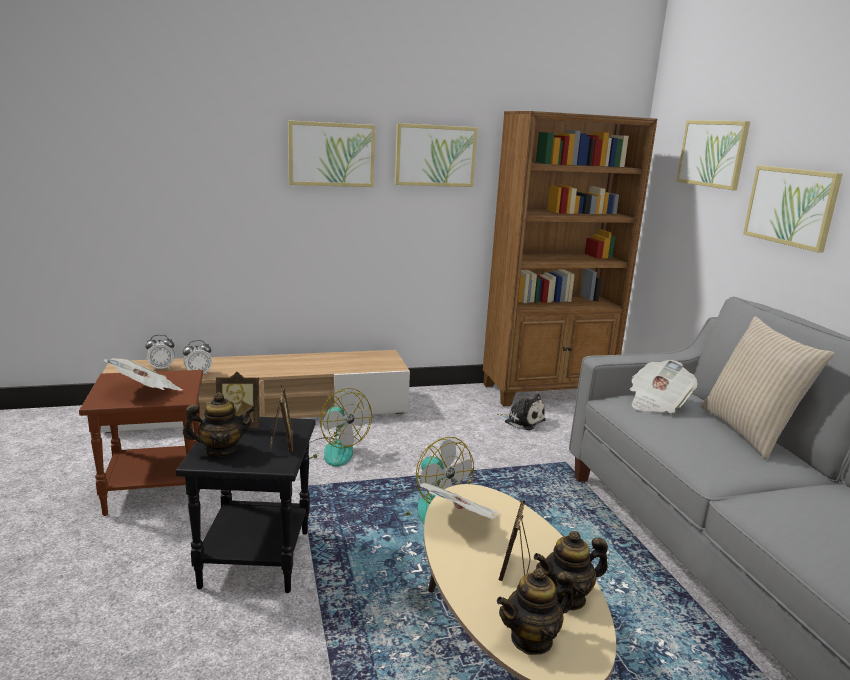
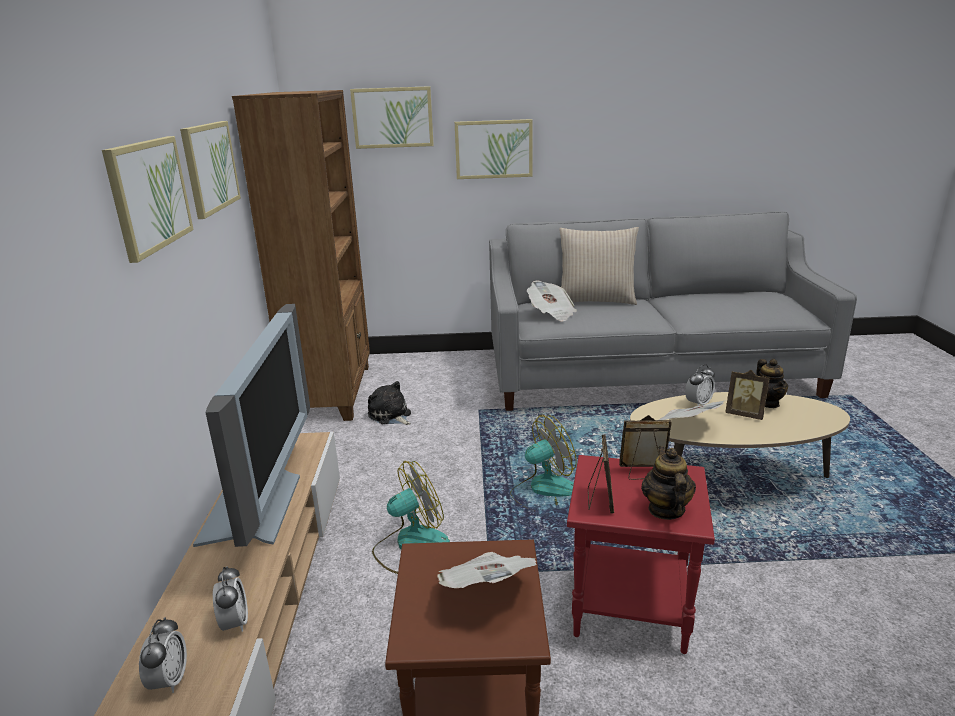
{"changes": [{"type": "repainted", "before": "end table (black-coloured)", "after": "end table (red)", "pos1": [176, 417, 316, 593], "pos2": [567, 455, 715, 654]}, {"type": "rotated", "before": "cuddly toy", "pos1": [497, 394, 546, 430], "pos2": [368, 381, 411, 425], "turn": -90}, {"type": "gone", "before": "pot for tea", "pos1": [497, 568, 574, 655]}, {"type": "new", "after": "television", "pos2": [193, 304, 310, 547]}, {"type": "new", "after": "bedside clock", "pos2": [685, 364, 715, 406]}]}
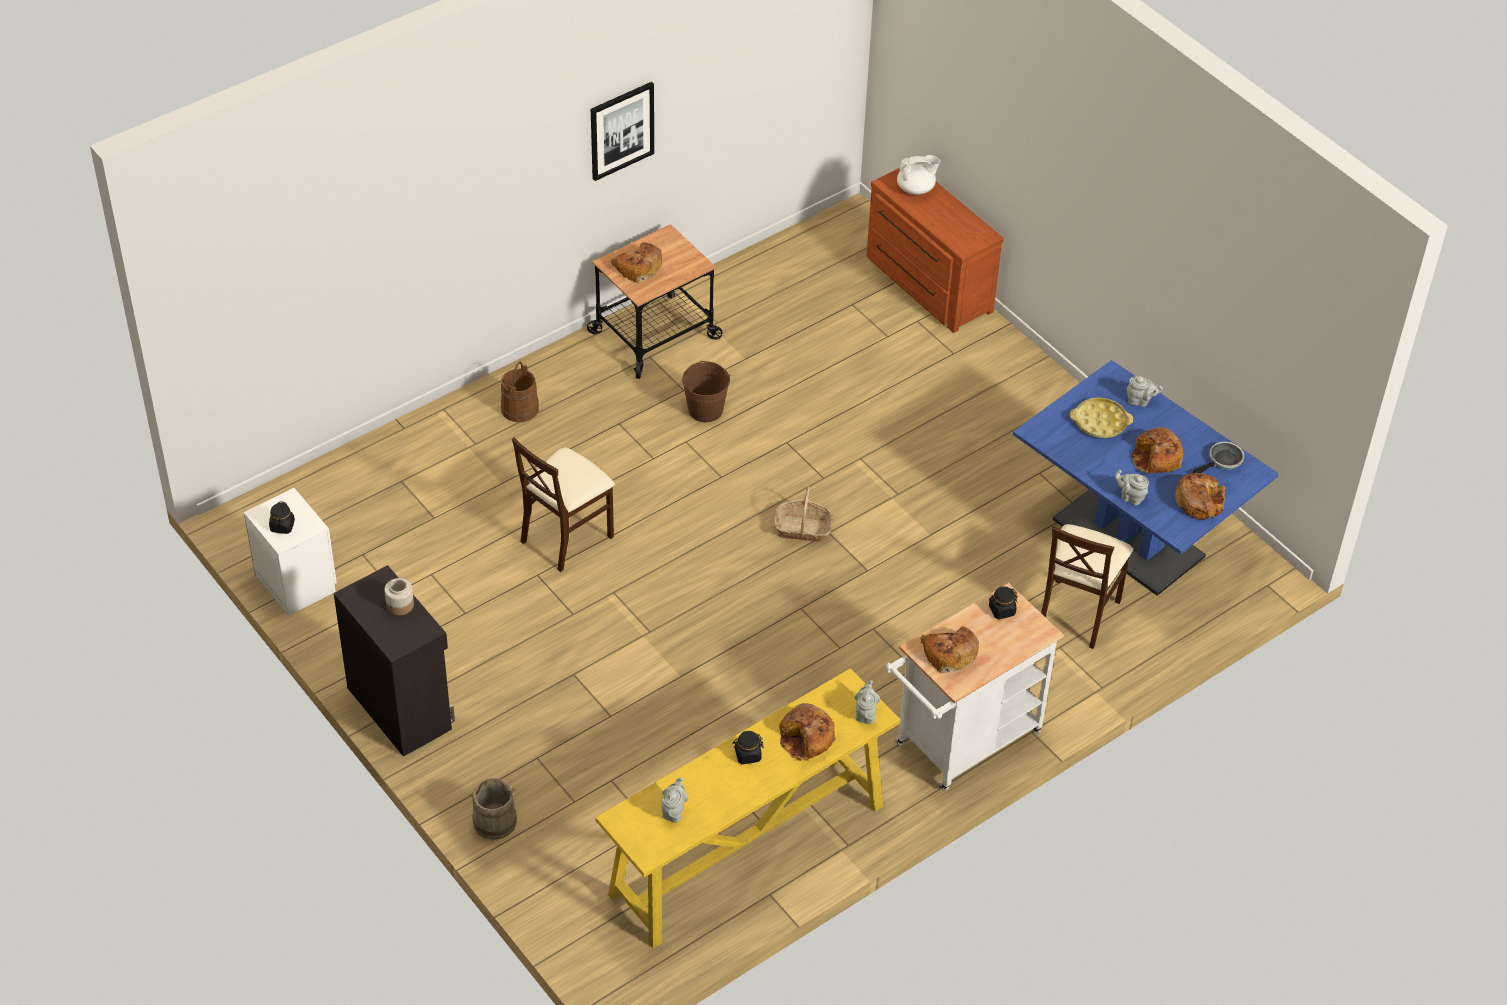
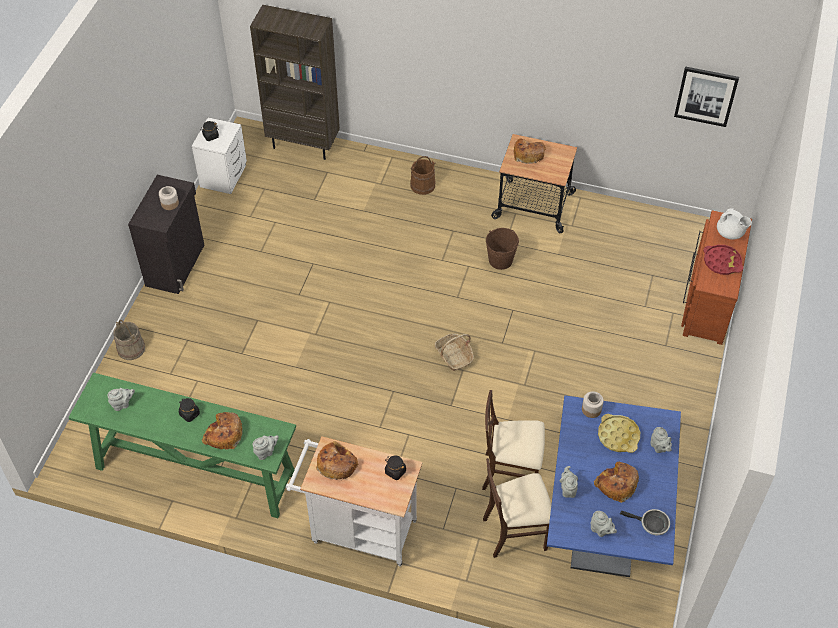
{"changes": [{"type": "shifted", "before": "chair (sand-coloured)", "pos1": [512, 437, 615, 572], "pos2": [482, 390, 545, 490]}, {"type": "shifted", "before": "wall art", "pos1": [591, 82, 654, 181], "pos2": [674, 66, 739, 127]}, {"type": "repainted", "before": "hall table (yellow-coloured)", "after": "hall table (green-coloured)", "pos1": [595, 668, 901, 948], "pos2": [68, 373, 296, 518]}, {"type": "swapped", "before": "baked bread", "after": "pot for tea (grey)", "pos1": [1175, 473, 1226, 519], "pos2": [591, 511, 617, 537]}, {"type": "new", "after": "bookcase (brownish)", "pos2": [250, 5, 340, 160]}, {"type": "new", "after": "jar", "pos2": [582, 391, 604, 418]}, {"type": "new", "after": "carrying tray (red)", "pos2": [703, 245, 743, 275]}]}
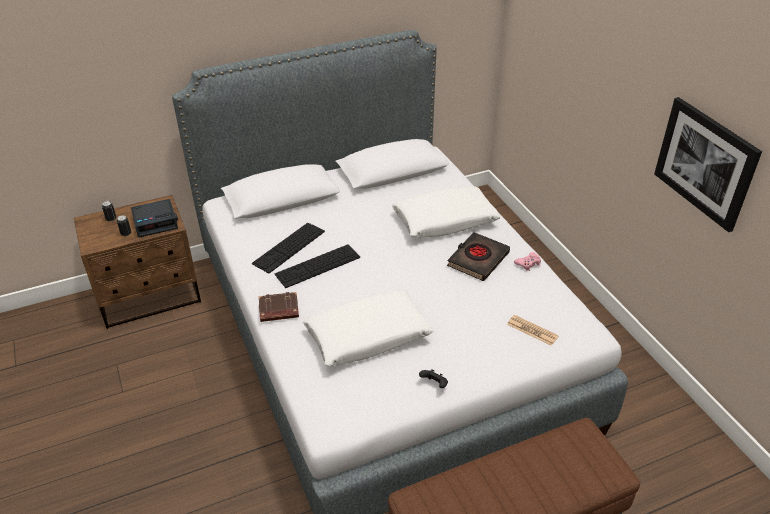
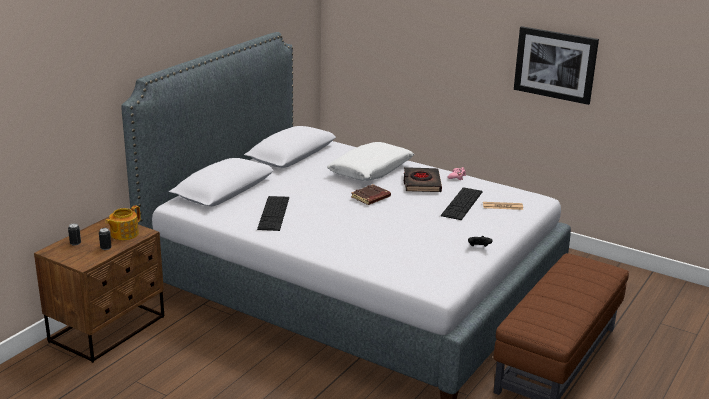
{"changes": [{"type": "swapped", "before": "bedside clock", "after": "pot for tea", "pos1": [131, 199, 178, 237], "pos2": [105, 205, 141, 240]}, {"type": "shifted", "before": "book (brownish)", "pos1": [258, 292, 299, 322], "pos2": [351, 184, 391, 205]}, {"type": "shifted", "before": "keyboard", "pos1": [275, 244, 360, 288], "pos2": [441, 187, 483, 220]}, {"type": "gone", "before": "cushion (white)", "pos1": [303, 290, 434, 366]}]}
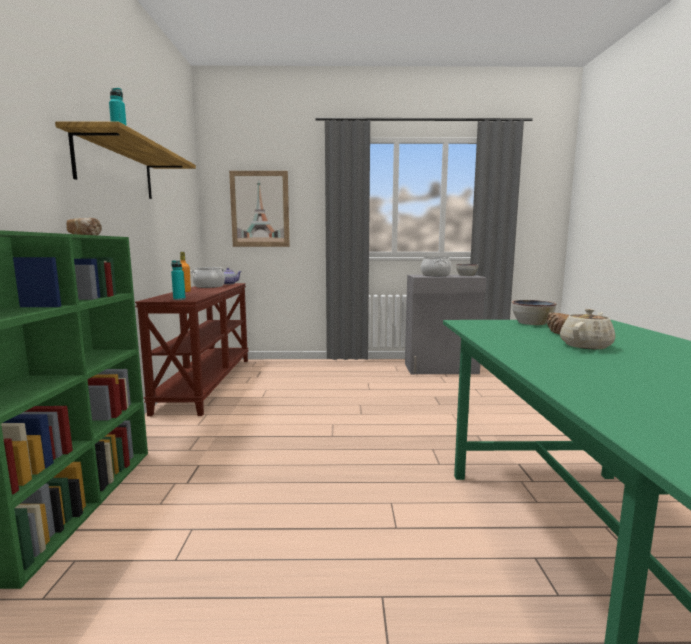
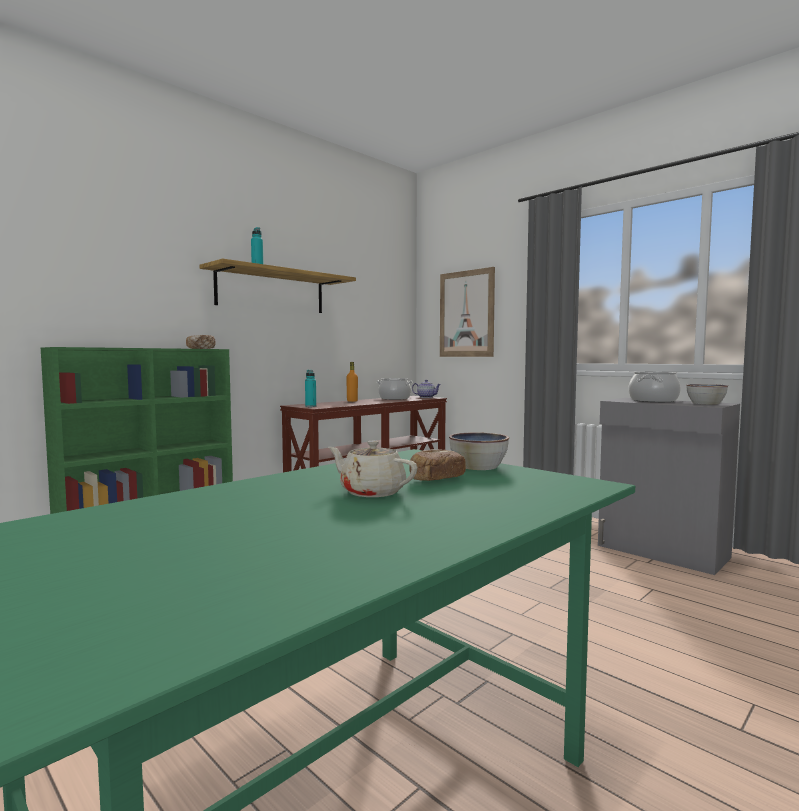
{"changes": [{"type": "rotated", "before": "pot for tea (sand-coloured)", "pos1": [560, 309, 615, 349], "pos2": [328, 441, 418, 497], "turn": -150}]}
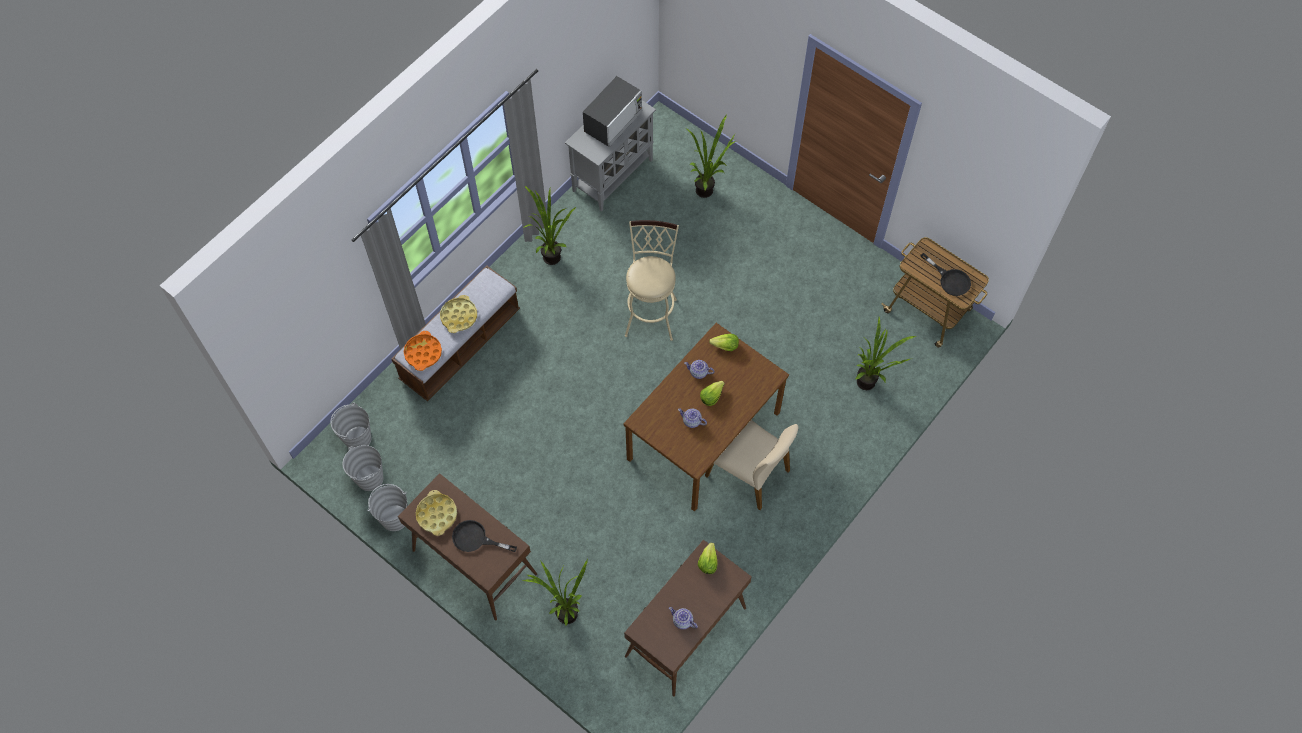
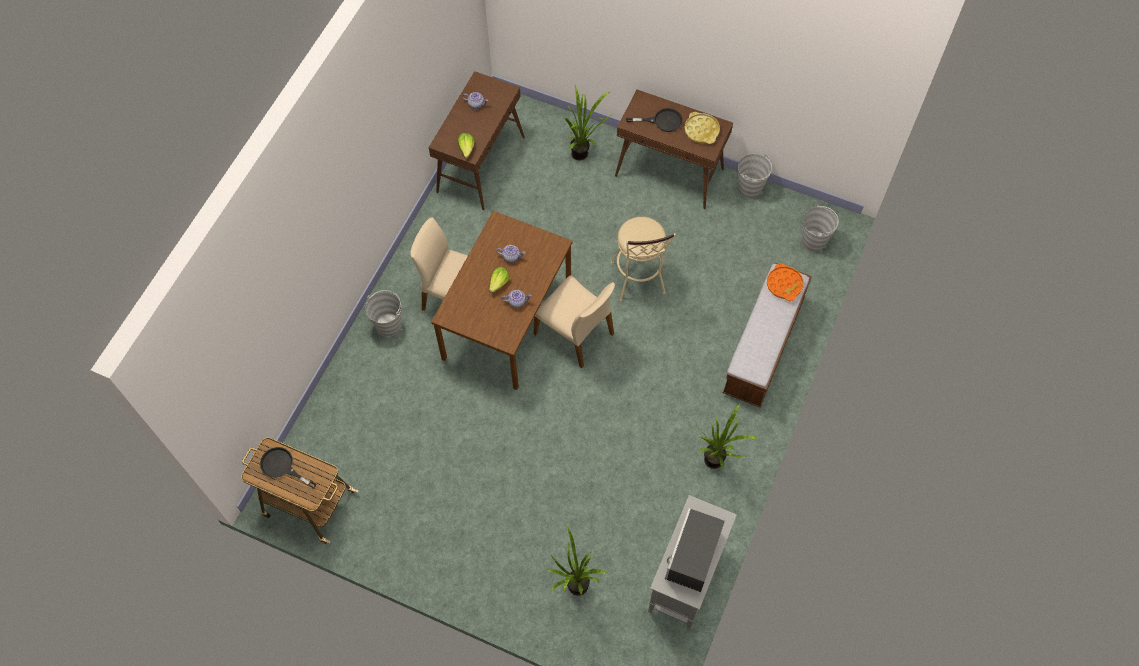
{"changes": [{"type": "shifted", "before": "water bucket (grey)", "pos1": [343, 445, 383, 491], "pos2": [366, 290, 401, 337]}, {"type": "gone", "before": "carrying tray (yellow-coloured)", "pos1": [440, 295, 477, 333]}, {"type": "shifted", "before": "sitting stool (sand-coloured)", "pos1": [625, 220, 679, 341], "pos2": [611, 217, 676, 301]}, {"type": "gone", "before": "lettuce head", "pos1": [709, 334, 739, 351]}, {"type": "gone", "before": "plant in a pot", "pos1": [855, 317, 916, 390]}, {"type": "new", "after": "chair (sand-coloured)", "pos2": [534, 275, 615, 368]}]}
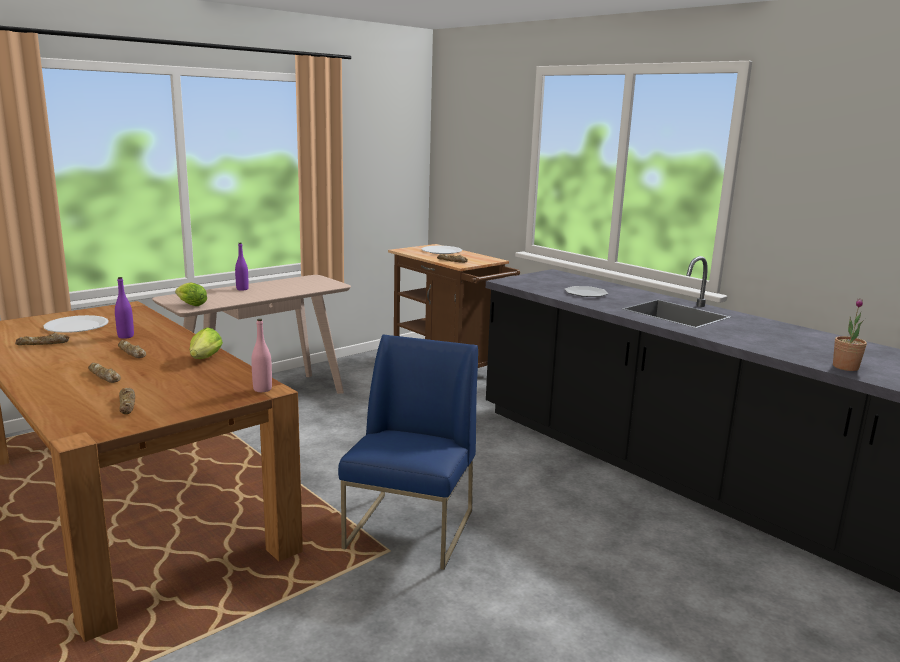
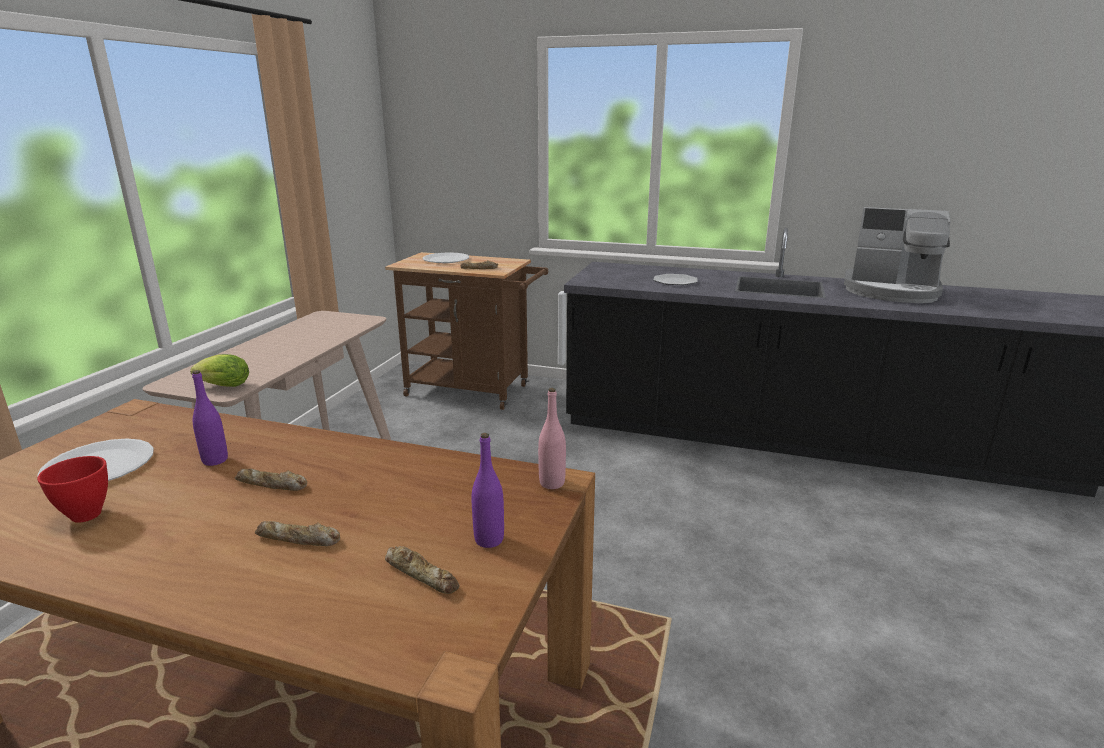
{"changes": [{"type": "swapped", "before": "baked bread", "after": "serving bowl (red)", "pos1": [15, 332, 69, 345], "pos2": [37, 456, 108, 523]}, {"type": "gone", "before": "lettuce head", "pos1": [190, 327, 223, 359]}, {"type": "shifted", "before": "beverage bottle (purple)", "pos1": [235, 243, 249, 291], "pos2": [472, 433, 504, 548]}, {"type": "gone", "before": "chair (blue)", "pos1": [338, 335, 478, 570]}, {"type": "gone", "before": "plant in a pot", "pos1": [833, 298, 867, 371]}, {"type": "new", "after": "coffee maker", "pos2": [844, 207, 950, 303]}]}
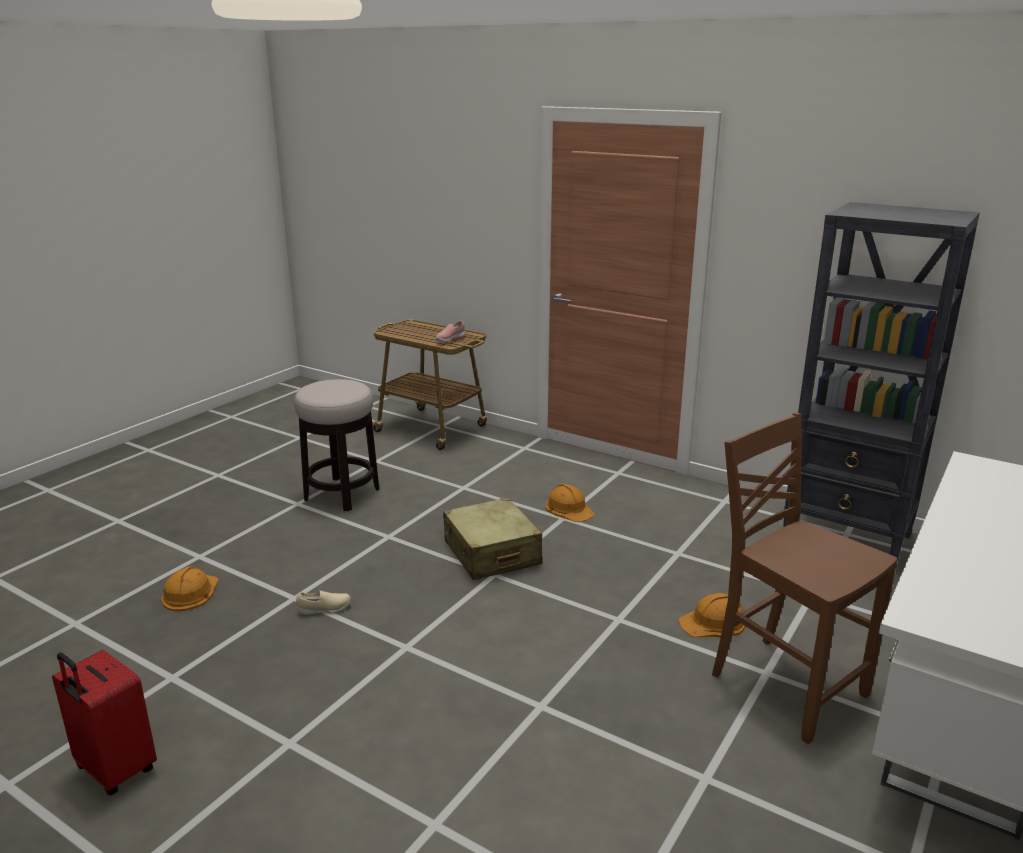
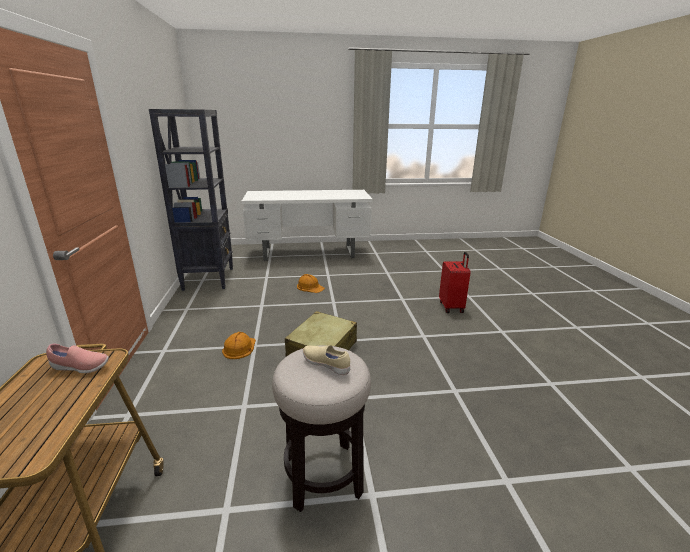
{"changes": [{"type": "shifted", "before": "travel case (red)", "pos1": [52, 650, 157, 795], "pos2": [439, 252, 471, 313]}, {"type": "gone", "before": "work helmet (orangey)", "pos1": [161, 566, 218, 611]}, {"type": "shifted", "before": "low shoe (sand-coloured)", "pos1": [296, 590, 351, 615], "pos2": [303, 345, 350, 375]}, {"type": "gone", "before": "chair (brownish)", "pos1": [712, 413, 897, 744]}]}
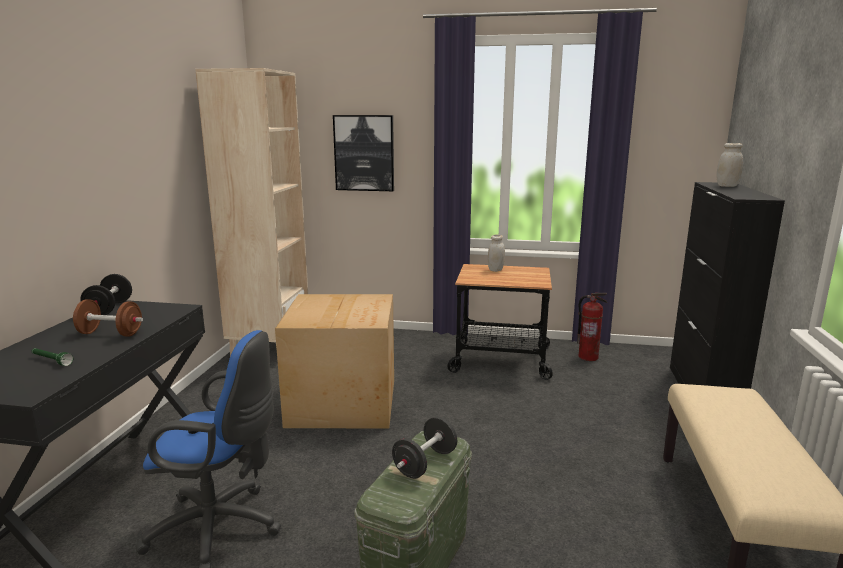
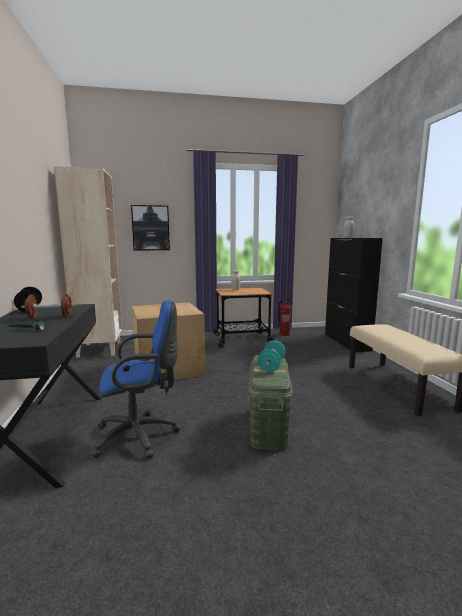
{"changes": [{"type": "repainted", "before": "free weight (black-coloured)", "after": "free weight (blue-green)", "pos1": [392, 416, 457, 479], "pos2": [258, 340, 285, 372]}]}
